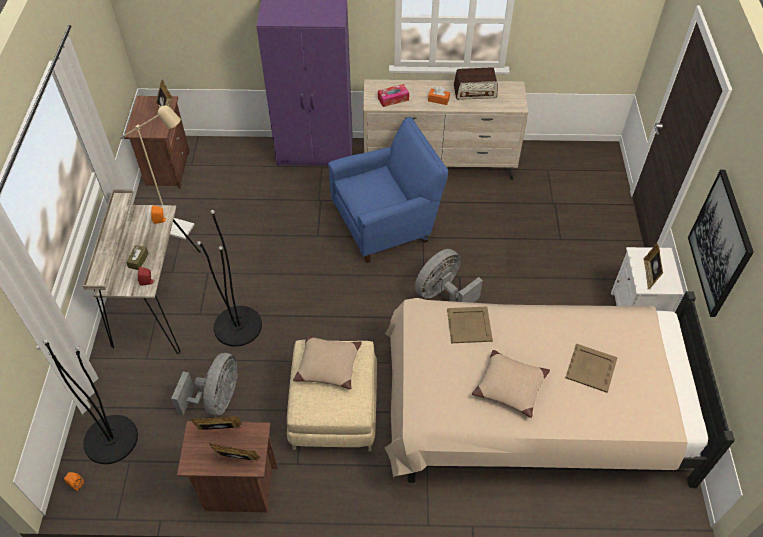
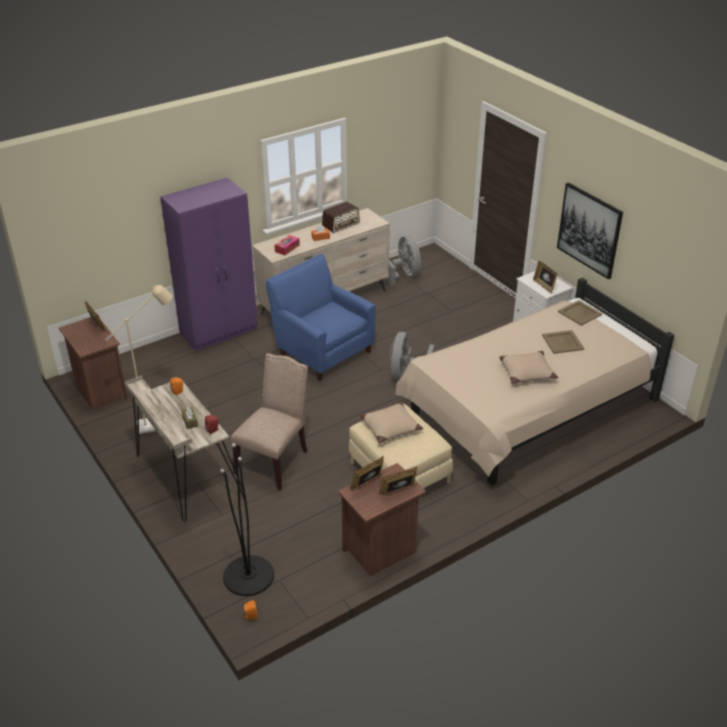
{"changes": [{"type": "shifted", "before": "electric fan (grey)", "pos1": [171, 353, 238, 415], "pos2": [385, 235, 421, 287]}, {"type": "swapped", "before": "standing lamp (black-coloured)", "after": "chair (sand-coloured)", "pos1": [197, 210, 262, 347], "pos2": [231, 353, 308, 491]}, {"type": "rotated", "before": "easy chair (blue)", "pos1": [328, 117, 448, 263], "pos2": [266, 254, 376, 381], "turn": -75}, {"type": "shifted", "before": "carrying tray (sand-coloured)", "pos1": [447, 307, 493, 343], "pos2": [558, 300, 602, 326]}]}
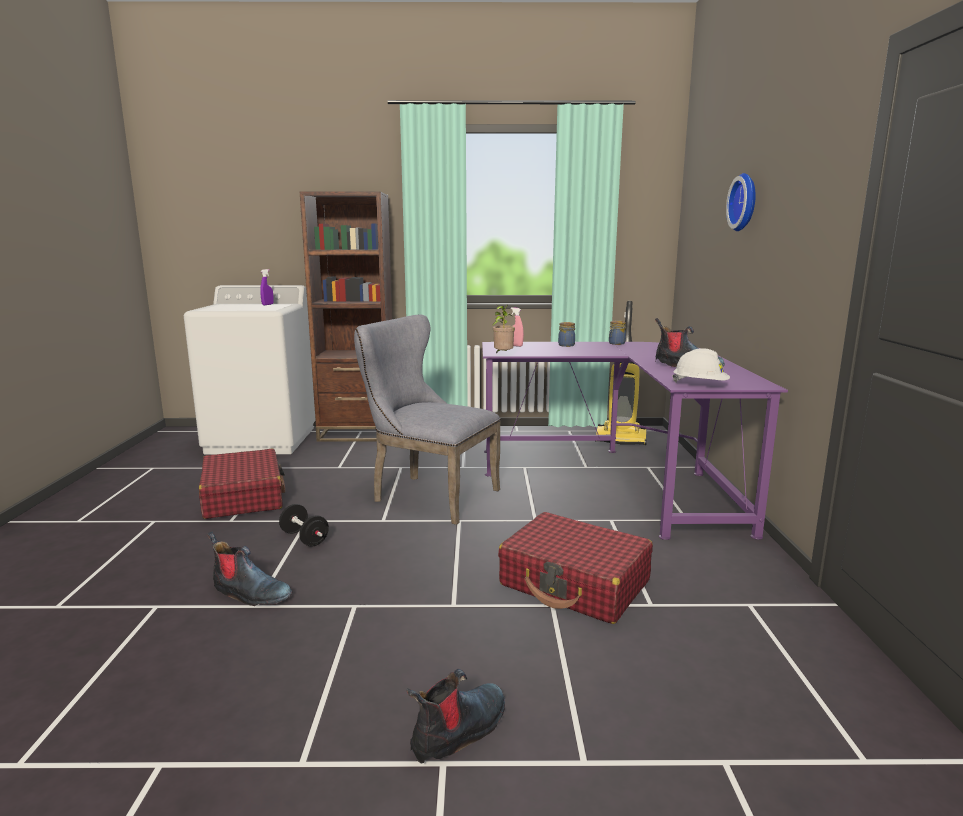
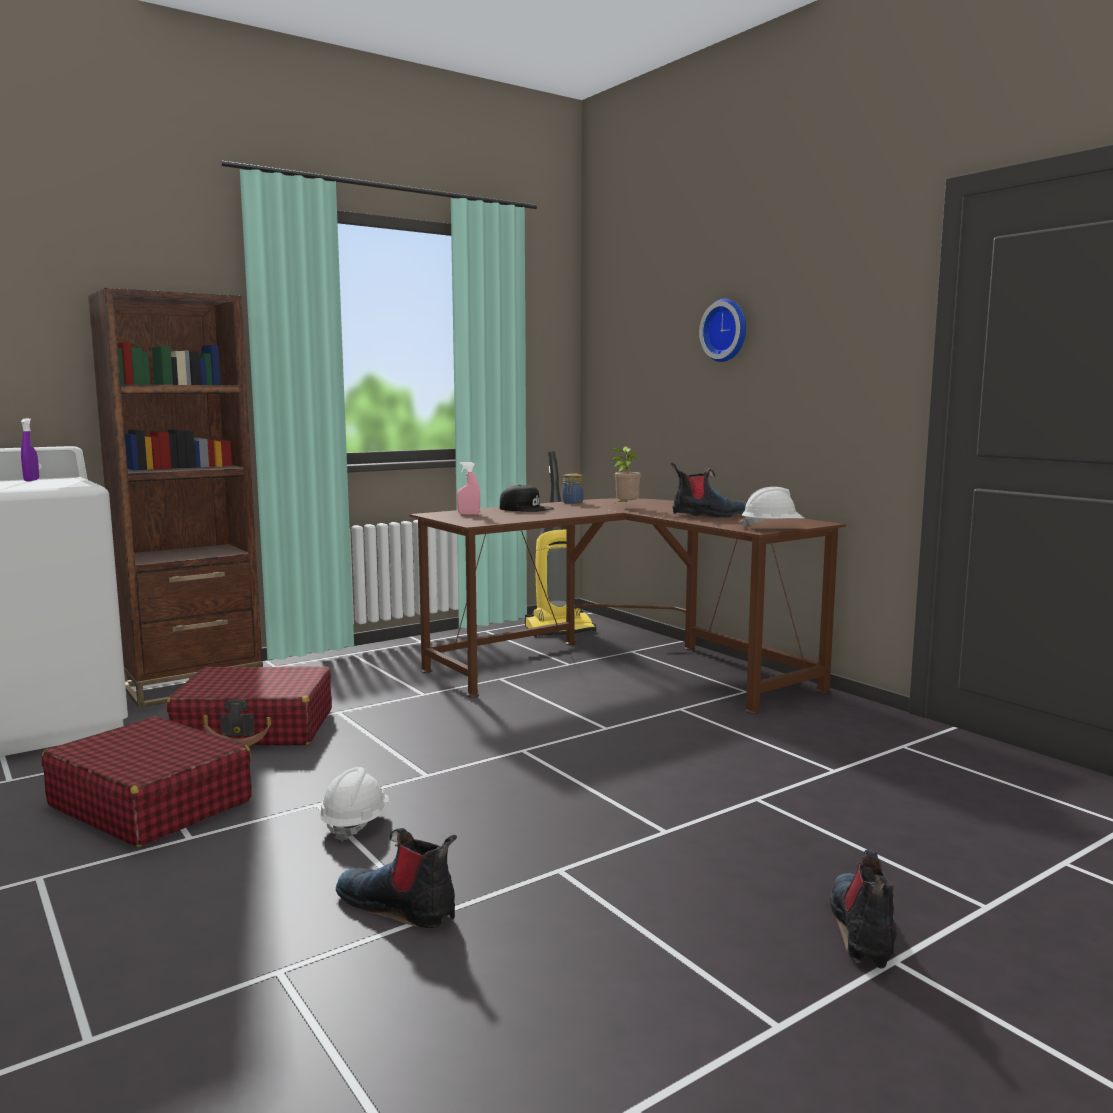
{"changes": [{"type": "rotated", "before": "tall boot", "pos1": [207, 532, 292, 606], "pos2": [336, 828, 457, 928], "turn": -135}, {"type": "swapped", "before": "free weight (black-coloured)", "after": "work helmet (white)", "pos1": [279, 504, 329, 547], "pos2": [320, 767, 389, 842]}, {"type": "gone", "before": "chair (grey)", "pos1": [354, 315, 501, 525]}, {"type": "repainted", "before": "desk unit (purple)", "after": "desk unit (brownish)", "pos1": [482, 342, 788, 540], "pos2": [410, 498, 846, 714]}, {"type": "shifted", "before": "plant in a pot", "pos1": [492, 304, 515, 353], "pos2": [611, 446, 641, 505]}, {"type": "shifted", "before": "travel case (red)", "pos1": [498, 512, 653, 624], "pos2": [167, 666, 332, 746]}, {"type": "swapped", "before": "jar", "after": "cap (black-coloured)", "pos1": [558, 322, 575, 347], "pos2": [500, 484, 553, 512]}]}
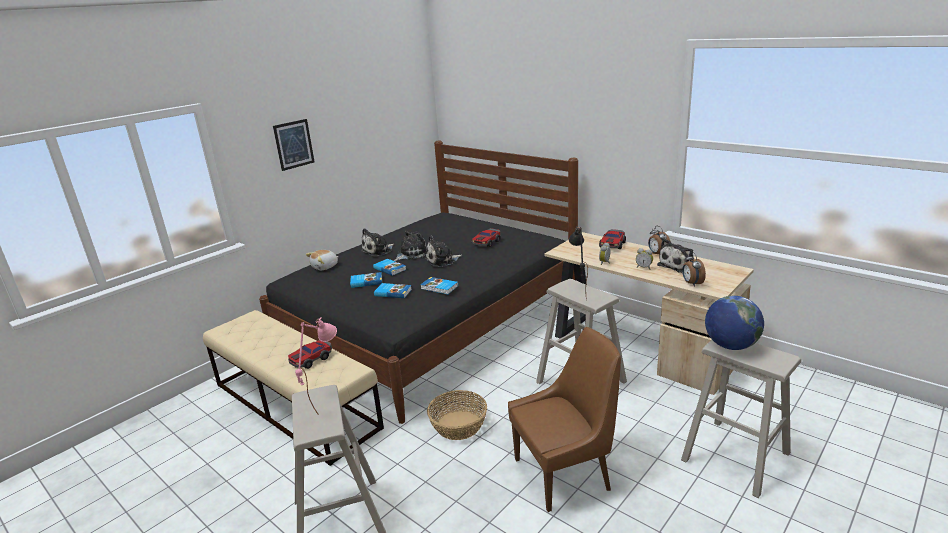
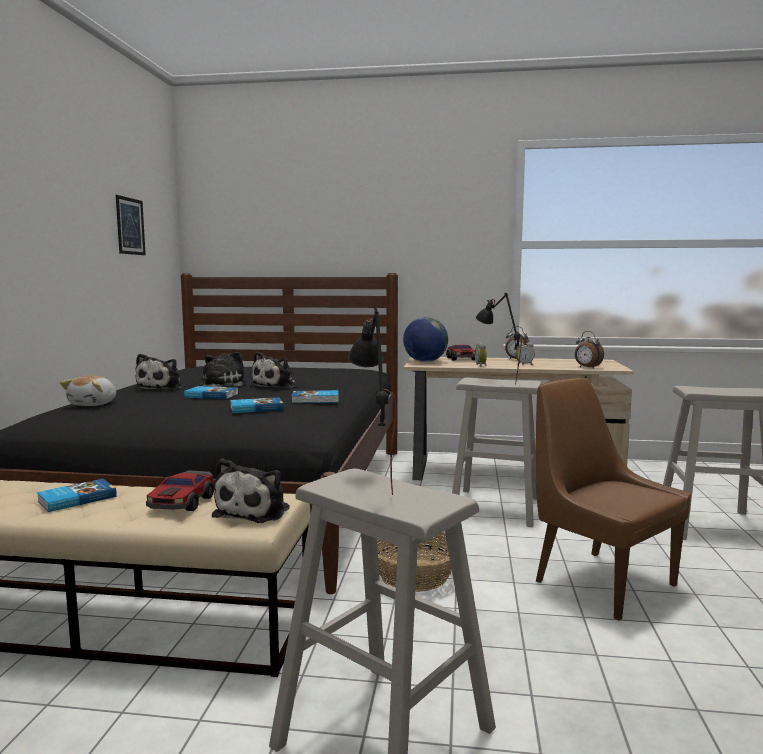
{"changes": [{"type": "shifted", "before": "wall art", "pos1": [273, 119, 315, 171], "pos2": [116, 195, 146, 255]}, {"type": "repainted", "before": "table lamp (pinkish)", "after": "table lamp (black-coloured)", "pos1": [295, 317, 337, 414], "pos2": [348, 307, 396, 495]}, {"type": "shifted", "before": "book", "pos1": [350, 272, 382, 288], "pos2": [37, 479, 117, 512]}, {"type": "gone", "before": "model car", "pos1": [472, 228, 501, 247]}, {"type": "rotated", "before": "chair (brownish)", "pos1": [508, 327, 621, 512], "pos2": [536, 378, 691, 620], "turn": -75}, {"type": "shifted", "before": "cuddly toy", "pos1": [657, 239, 694, 273], "pos2": [212, 458, 290, 523]}, {"type": "shifted", "before": "desk globe", "pos1": [705, 296, 764, 350], "pos2": [403, 317, 448, 362]}]}
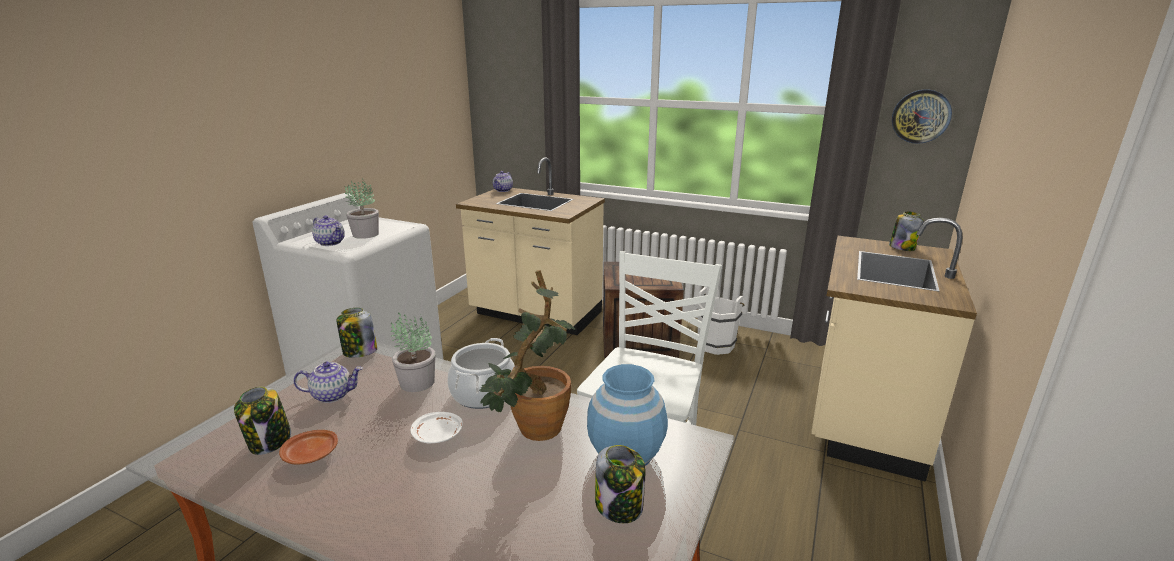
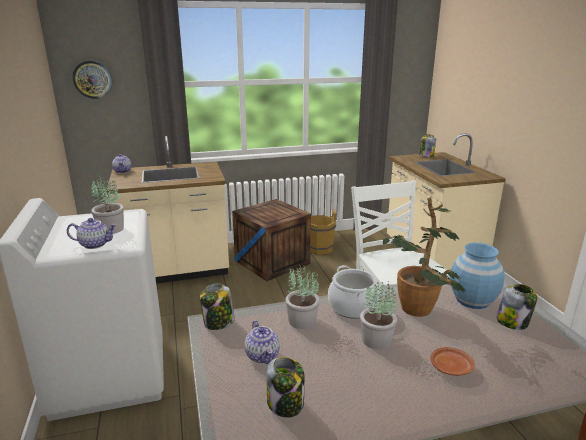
{"changes": [{"type": "shifted", "before": "flat dish (brownish)", "pos1": [279, 430, 338, 465], "pos2": [430, 347, 475, 376]}, {"type": "rotated", "before": "pot for tea", "pos1": [293, 361, 362, 403], "pos2": [245, 320, 280, 364], "turn": 120}, {"type": "swapped", "before": "flat dish (white)", "after": "plant in a pot", "pos1": [411, 412, 463, 443], "pos2": [360, 281, 397, 349]}, {"type": "repainted", "before": "water bucket (white)", "after": "water bucket (brownish)", "pos1": [697, 287, 745, 355], "pos2": [306, 210, 337, 255]}, {"type": "shifted", "before": "wall clock", "pos1": [892, 89, 952, 144], "pos2": [72, 61, 112, 99]}]}
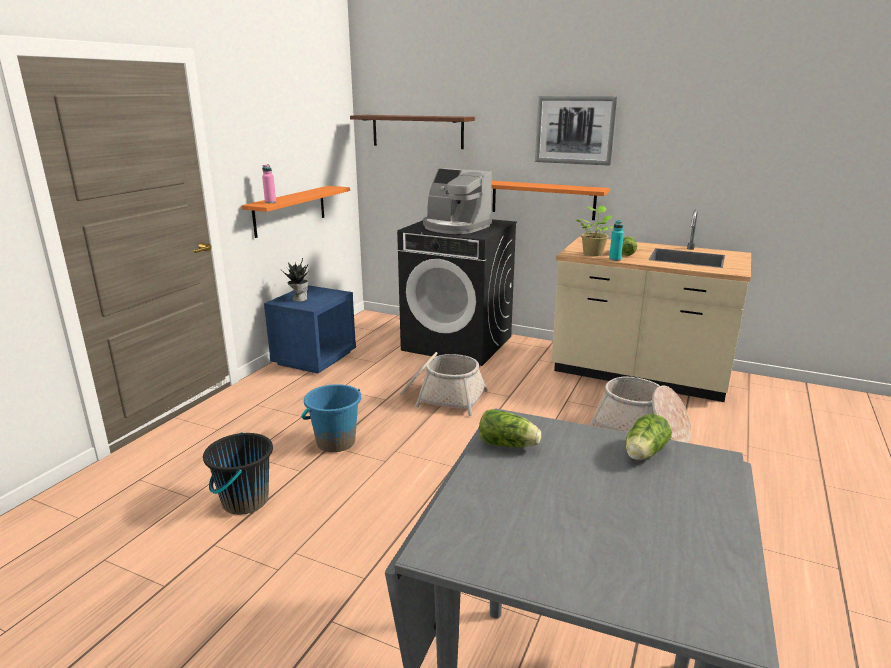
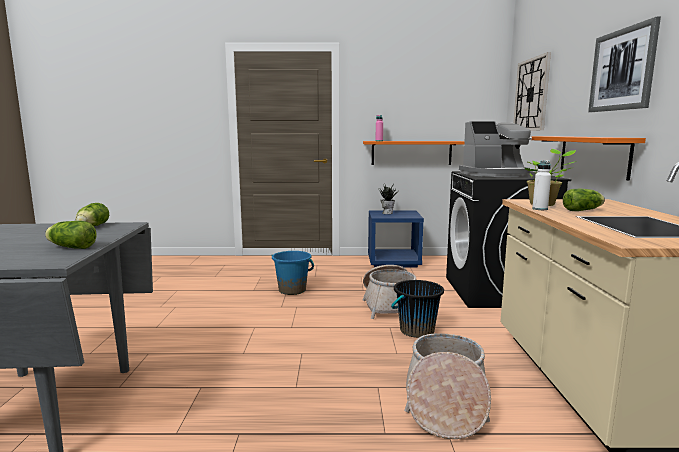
{"changes": [{"type": "shifted", "before": "water bucket (black-coloured)", "pos1": [203, 432, 273, 515], "pos2": [391, 280, 444, 338]}, {"type": "swapped", "before": "shelf (brownish)", "after": "wall clock", "pos1": [350, 115, 475, 149], "pos2": [513, 52, 551, 130]}, {"type": "rotated", "before": "coffee maker", "pos1": [423, 168, 492, 234], "pos2": [459, 121, 532, 177], "turn": -105}, {"type": "repainted", "before": "beverage bottle (blue-green)", "after": "beverage bottle (white)", "pos1": [609, 220, 624, 261], "pos2": [532, 160, 551, 210]}]}
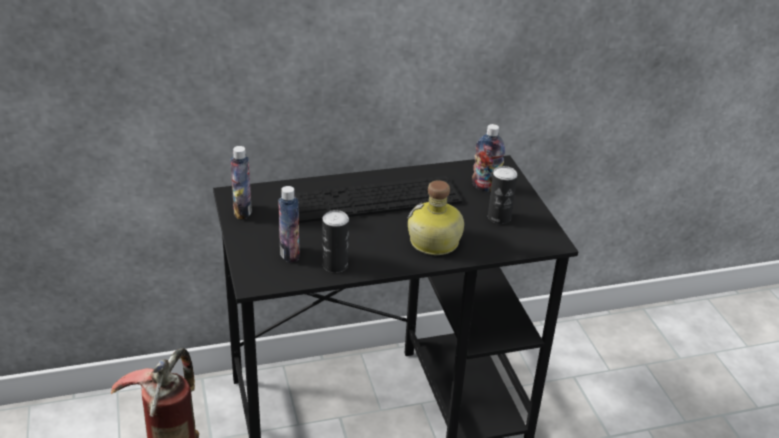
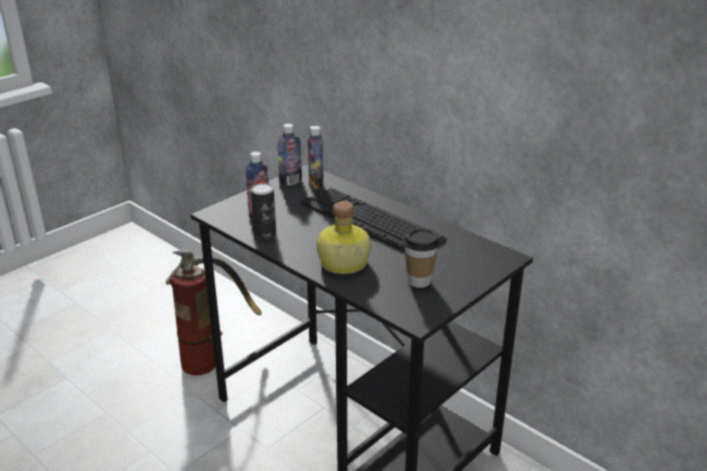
{"changes": [{"type": "shifted", "before": "beverage bottle", "pos1": [472, 124, 505, 192], "pos2": [308, 126, 324, 189]}, {"type": "swapped", "before": "can", "after": "drinking cup", "pos1": [488, 166, 517, 224], "pos2": [403, 228, 440, 288]}]}
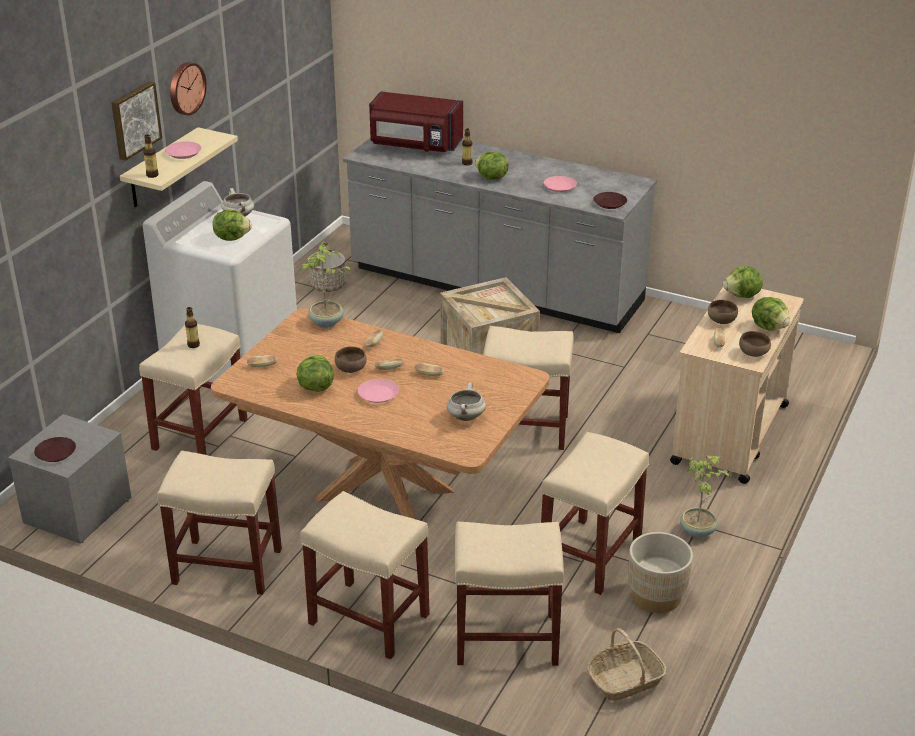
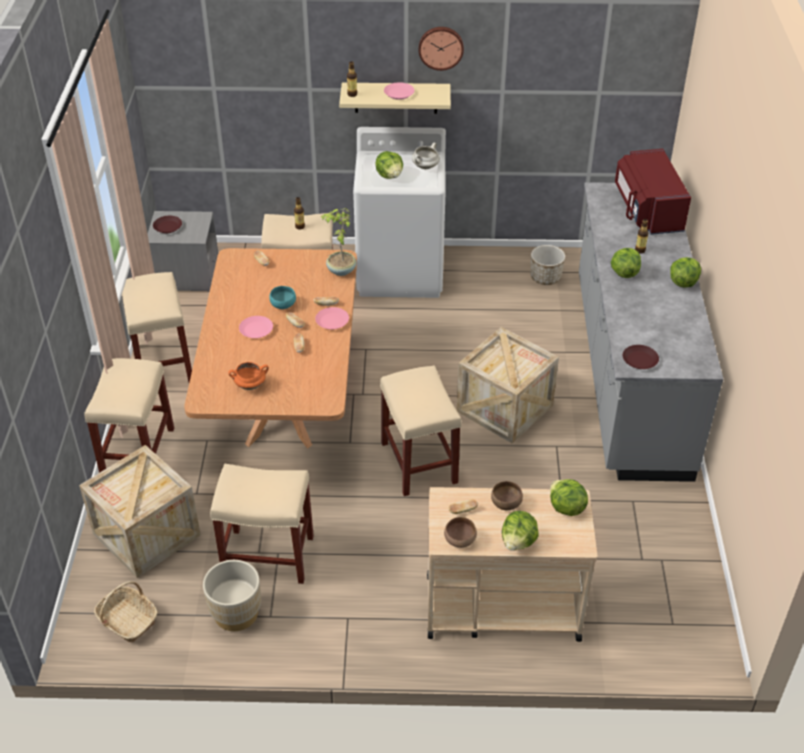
{"changes": [{"type": "gone", "before": "wall art", "pos1": [111, 81, 162, 161]}, {"type": "shifted", "before": "lettuce head", "pos1": [297, 355, 334, 392], "pos2": [670, 257, 701, 288]}, {"type": "repainted", "before": "serving bowl (brownish)", "after": "serving bowl (blue-green)", "pos1": [335, 346, 367, 373], "pos2": [269, 286, 296, 309]}, {"type": "repainted", "before": "stockpot (white)", "after": "stockpot (orangey)", "pos1": [447, 382, 486, 421], "pos2": [228, 362, 269, 390]}, {"type": "swapped", "before": "sitting stool (sand-coloured)", "after": "crate", "pos1": [455, 522, 564, 666], "pos2": [79, 445, 201, 578]}, {"type": "shifted", "before": "flat dish (pinkish)", "pos1": [544, 176, 577, 192], "pos2": [315, 307, 349, 330]}, {"type": "gone", "before": "plant in a pot", "pos1": [680, 456, 729, 538]}]}
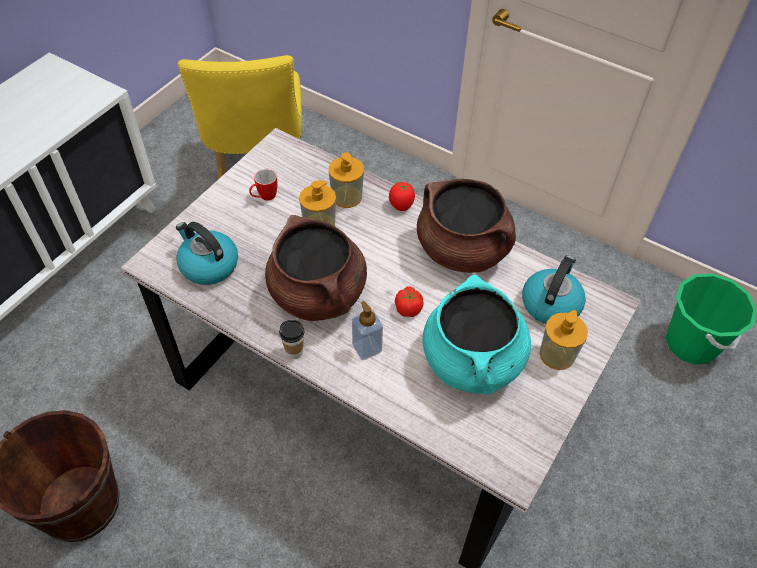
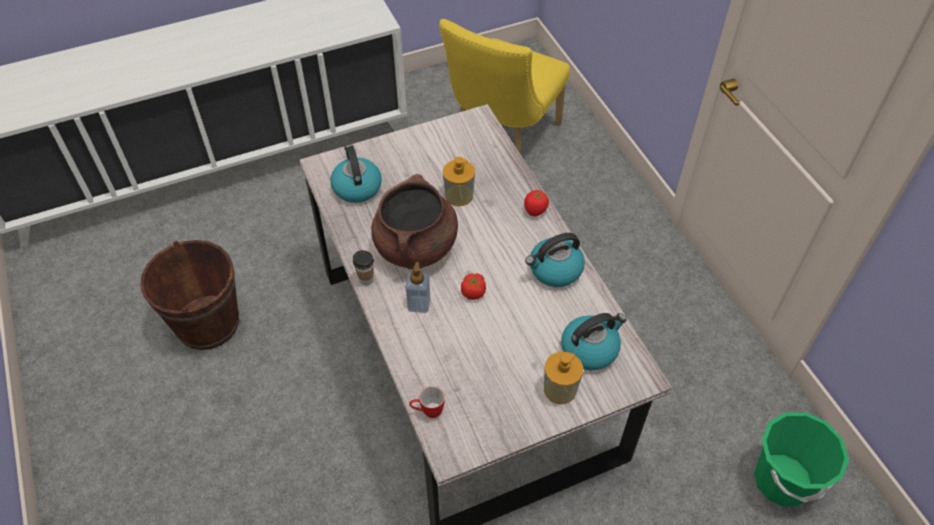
{"changes": [{"type": "shifted", "before": "mug", "pos1": [249, 169, 277, 201], "pos2": [409, 386, 445, 418]}, {"type": "gone", "before": "soap dispenser", "pos1": [329, 152, 364, 208]}, {"type": "swapped", "before": "stockpot (brownish)", "after": "kettle", "pos1": [417, 179, 516, 273], "pos2": [525, 233, 585, 287]}, {"type": "gone", "before": "stockpot (blue-green)", "pos1": [422, 275, 531, 394]}]}
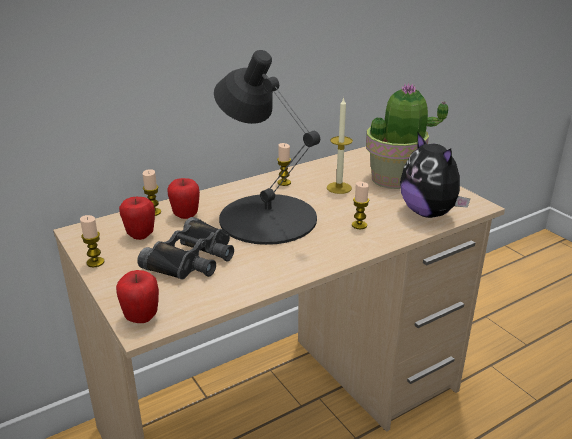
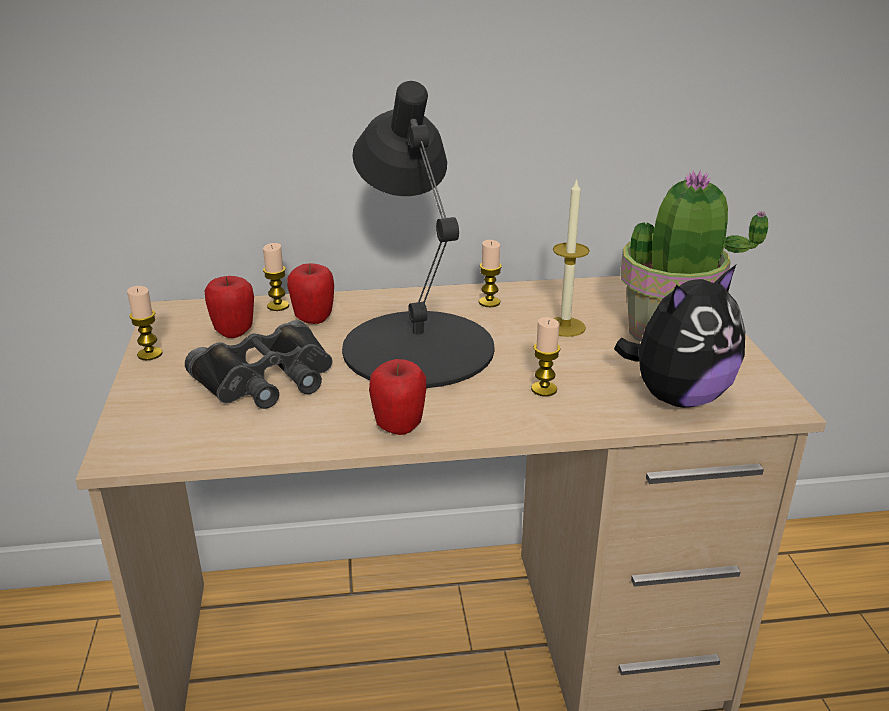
{"changes": [{"type": "shifted", "before": "whole apple", "pos1": [116, 270, 159, 323], "pos2": [369, 359, 427, 435]}, {"type": "rotated", "before": "cuddly toy", "pos1": [400, 133, 470, 218], "pos2": [614, 265, 745, 408], "turn": -120}]}
